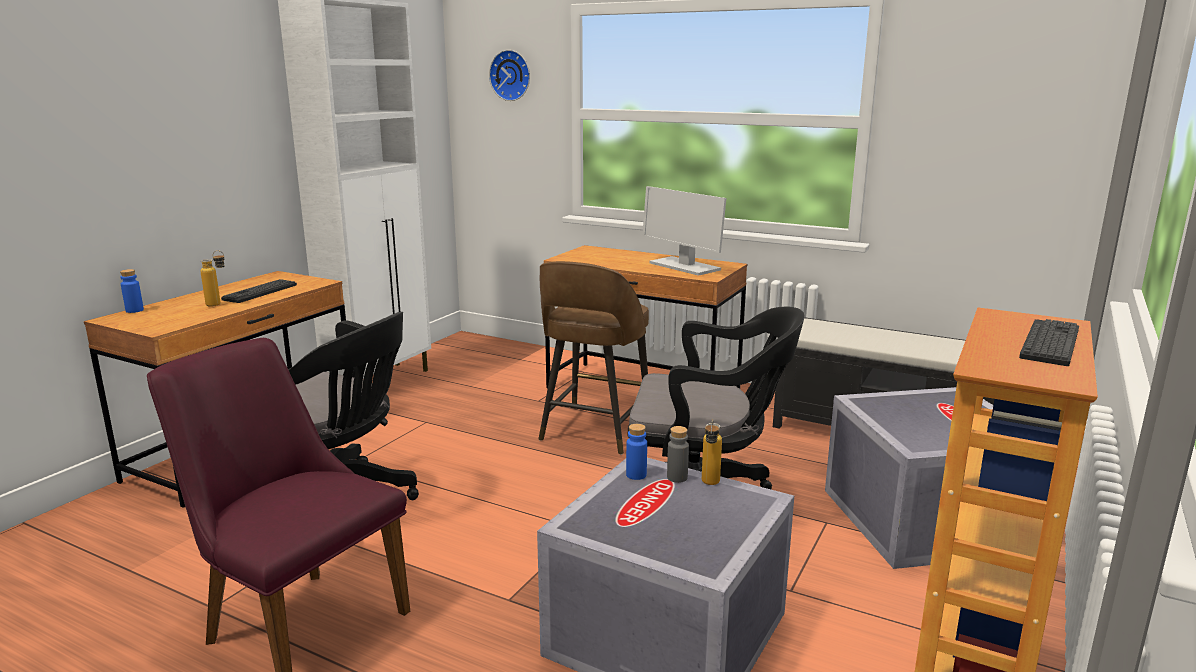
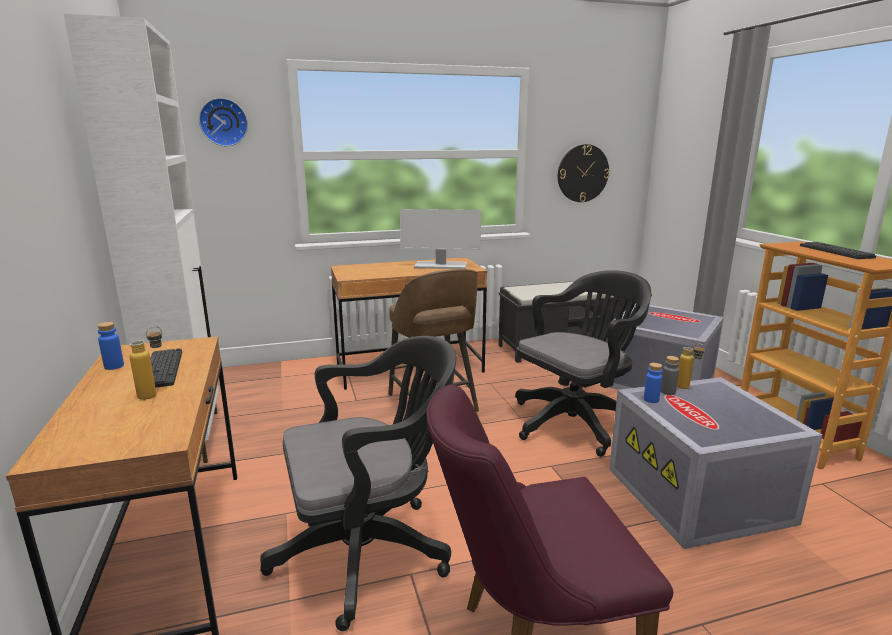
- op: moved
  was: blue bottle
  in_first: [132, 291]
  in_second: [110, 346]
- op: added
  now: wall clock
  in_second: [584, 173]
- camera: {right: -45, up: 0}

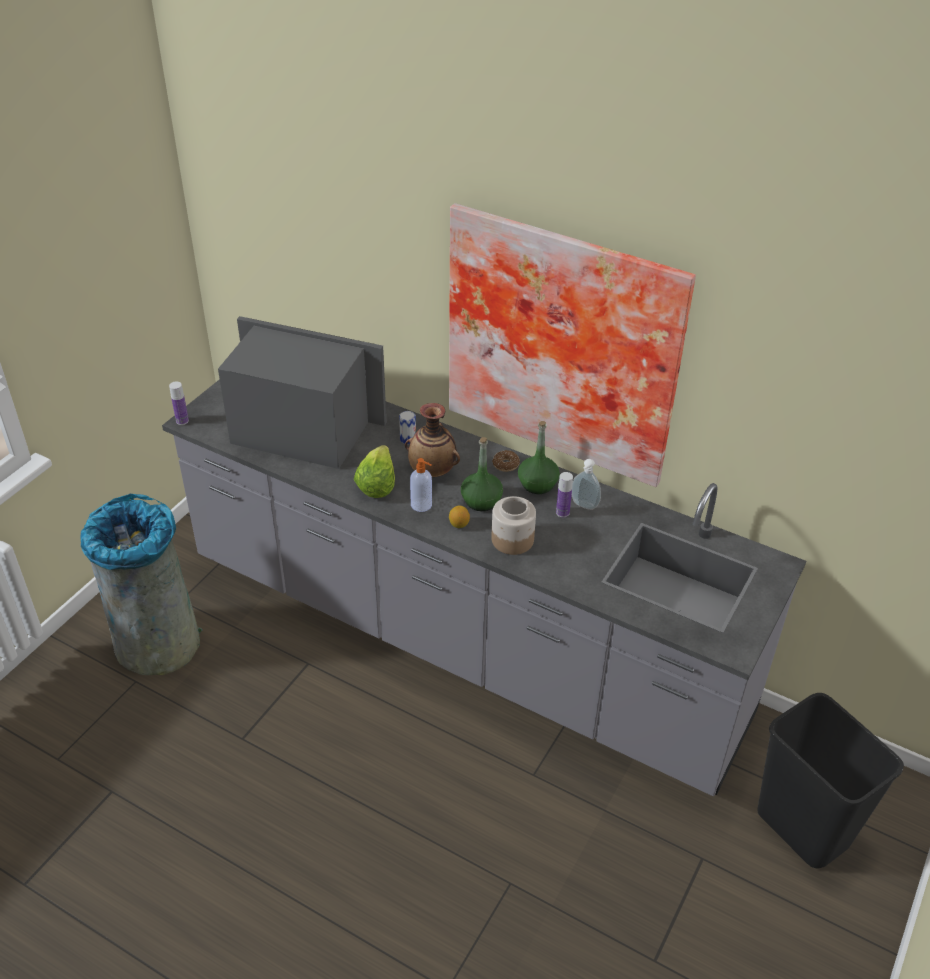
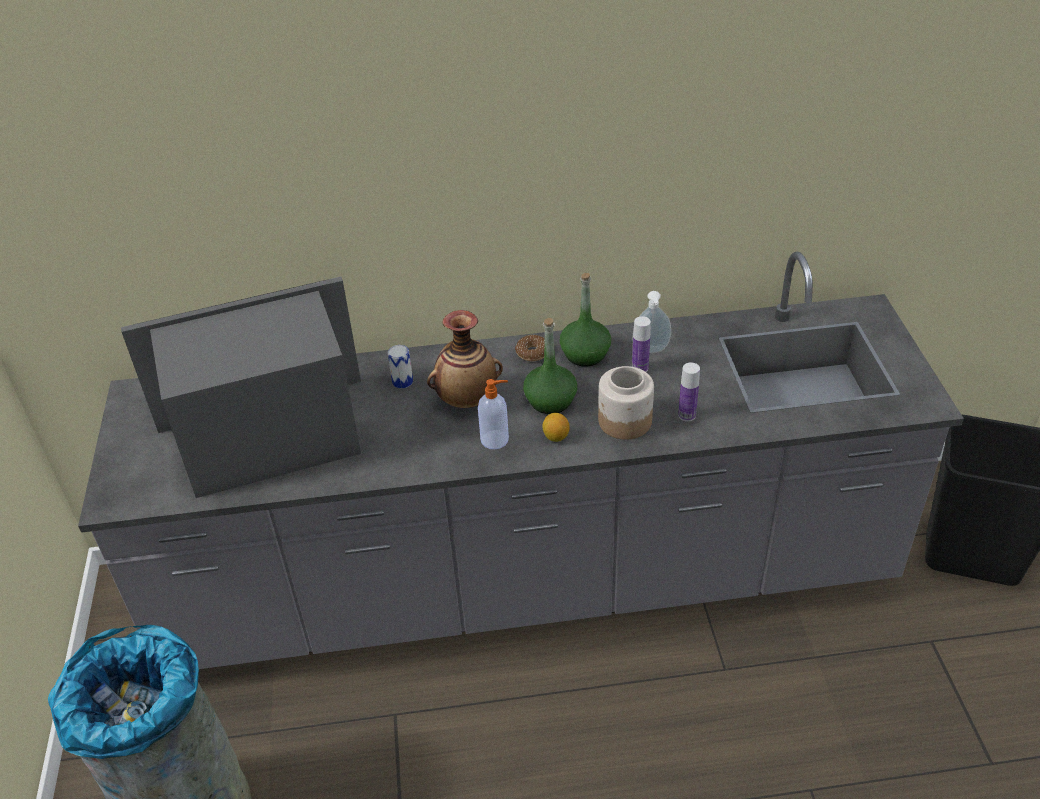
- op: removed
  was: picture
  in_first: [572, 345]
- op: moved
  was: bottle
  in_first: [179, 403]
  in_second: [689, 392]
- op: removed
  was: lettuce
  in_first: [374, 471]
- camera: {right: -35, up: 0}

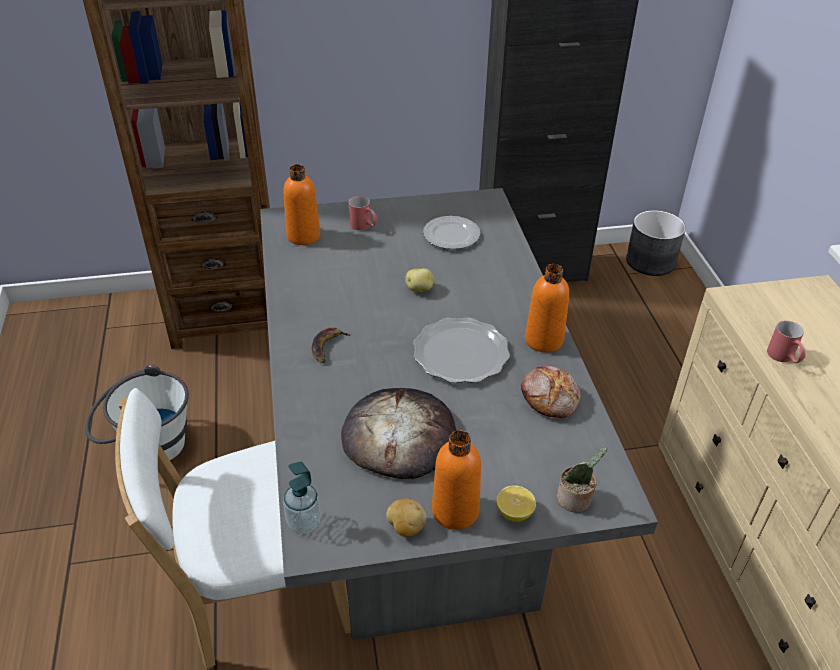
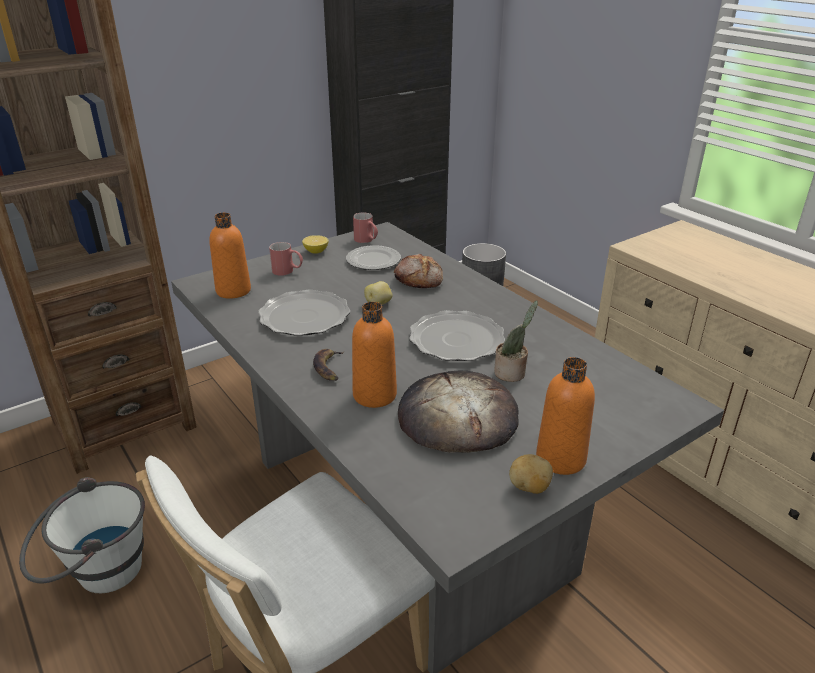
- op: moved
  was: orange bottle
  in_first: [547, 308]
  in_second: [374, 355]
- op: moved
  was: red mug
  in_first: [786, 342]
  in_second: [365, 227]
- op: moved
  was: bread
  in_first: [551, 392]
  in_second: [418, 271]
- op: moved
  was: potted plant
  in_first: [582, 479]
  in_second: [516, 341]
- op: removed
  was: soap dispenser
  in_first: [302, 498]
- op: moved
  was: lemon
  in_first: [516, 503]
  in_second: [315, 244]
- op: added
  now: plate
  in_second: [304, 312]
- camera: {right: -25, up: -10}

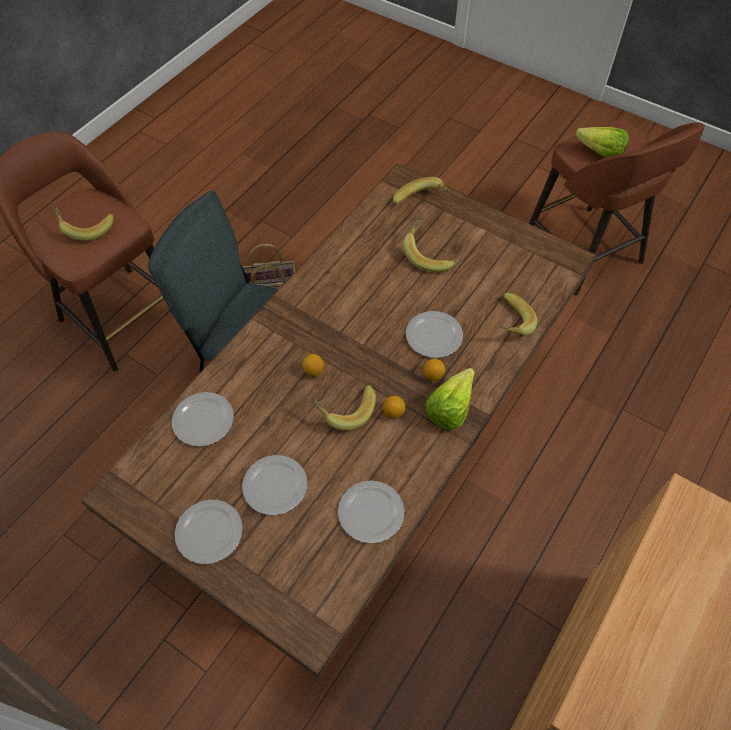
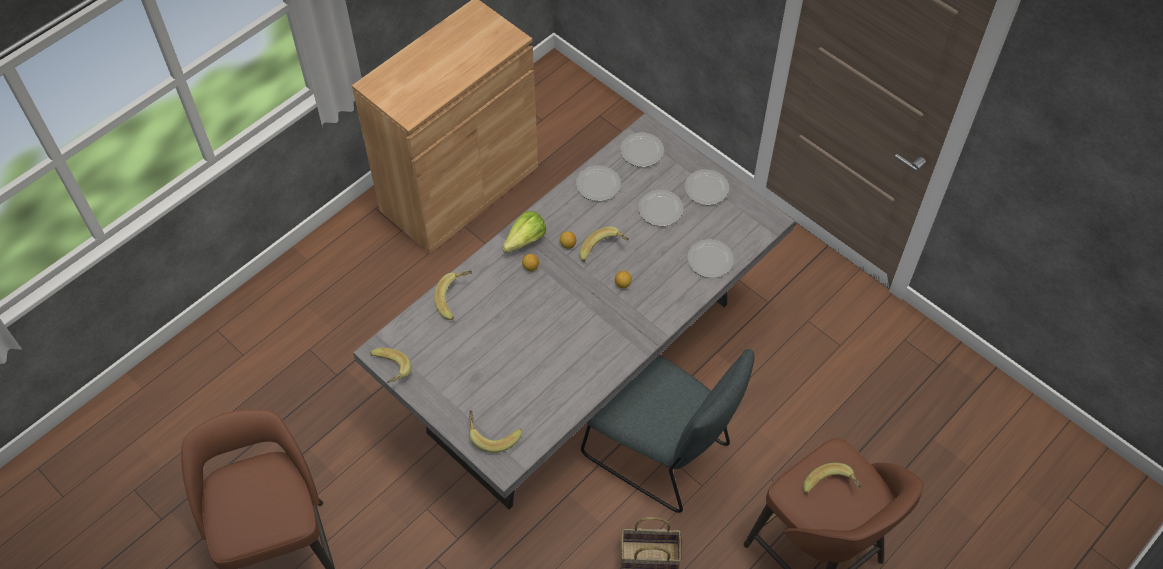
- op: removed
  was: lettuce
  in_first: [602, 142]
- op: recoloured
  was: brown dining table
  now: grey dining table
  in_first: [338, 421]
  in_second: [574, 311]
- op: moved
  was: banana
  in_first: [429, 244]
  in_second: [391, 365]
- op: moved
  was: plate
  in_first: [434, 334]
  in_second: [642, 150]
- camera: {right: -170, up: 0}

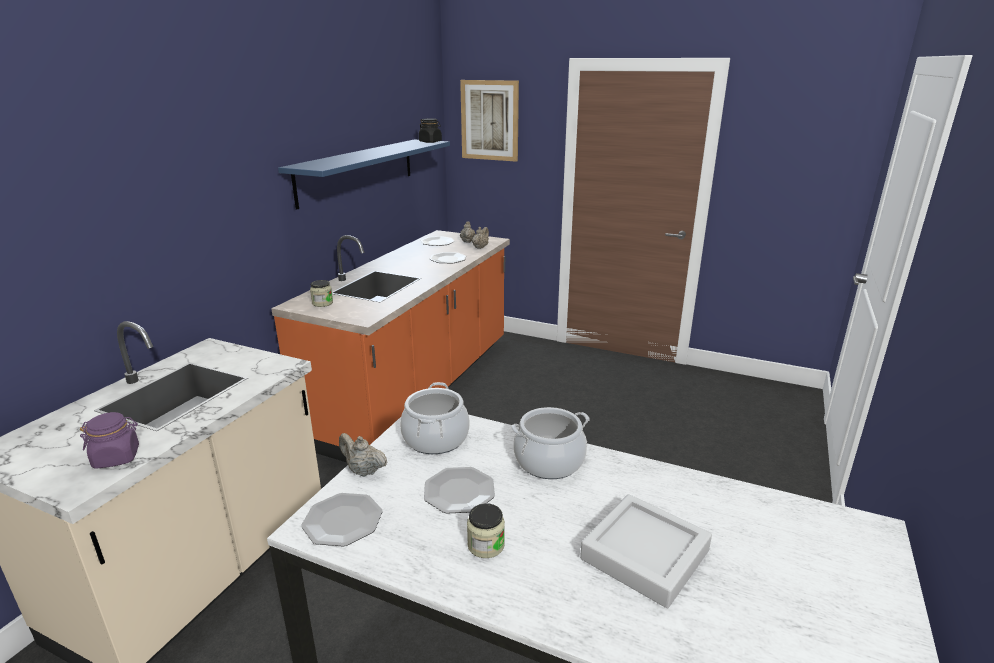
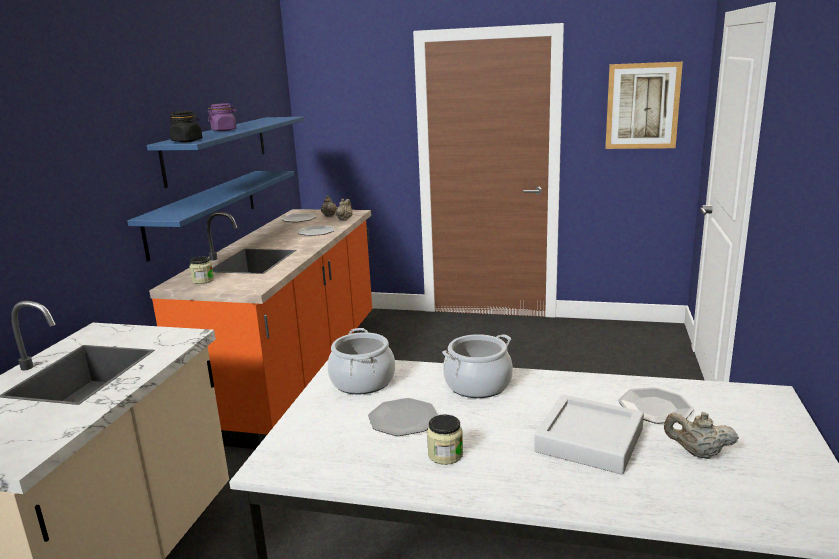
- op: moved
  was: picture
  in_first: [489, 121]
  in_second: [644, 105]
- op: moved
  was: black jar
  in_first: [430, 130]
  in_second: [186, 126]
- op: moved
  was: purple jar
  in_first: [109, 440]
  in_second: [222, 117]
- op: moved
  was: beige teapot
  in_first: [363, 455]
  in_second: [701, 435]
- op: moved
  was: plate
  in_first: [342, 519]
  in_second: [656, 405]
- op: added
  now: blue shelf
  in_second: [210, 216]
- camera: {right: -10, up: -5}

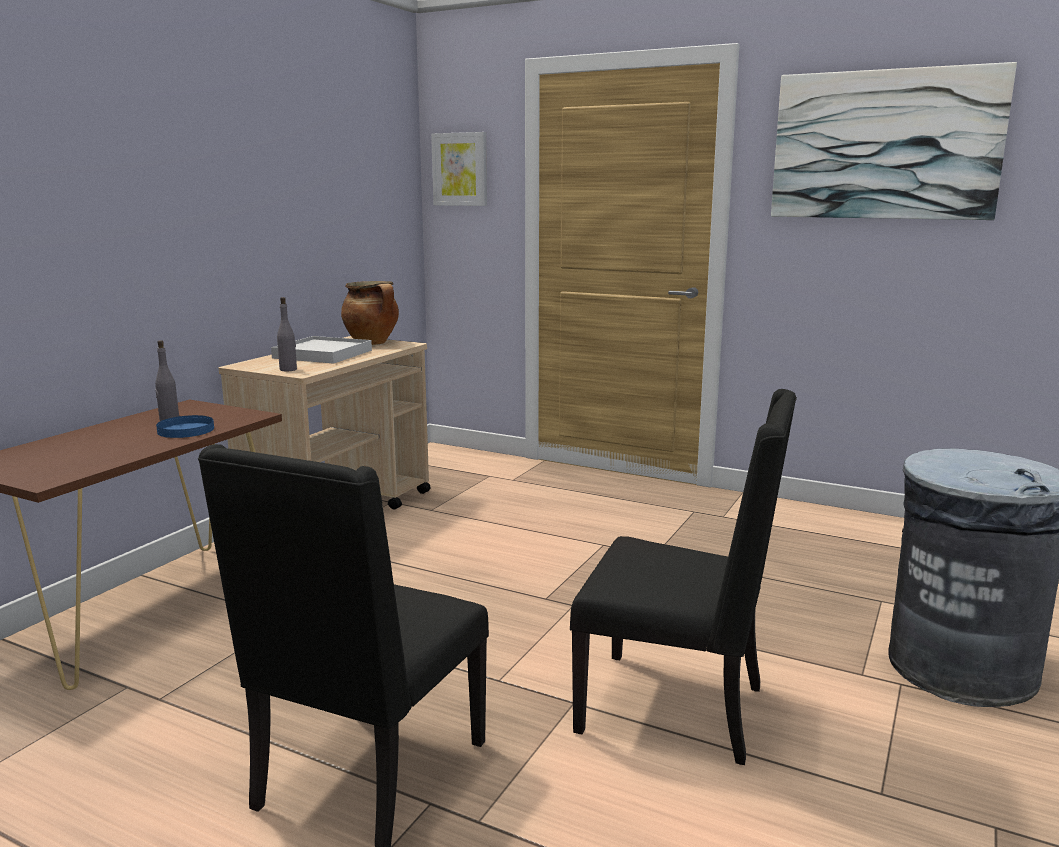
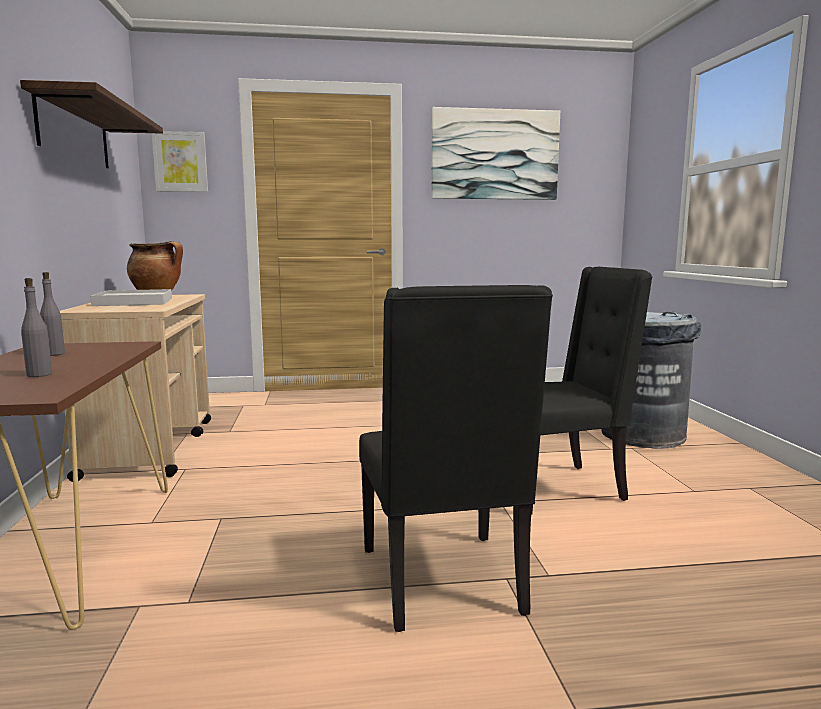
- op: moved
  was: grey bottle
  in_first: [287, 334]
  in_second: [36, 327]
- op: removed
  was: blue plate
  in_first: [185, 426]
- op: added
  now: shelf
  in_second: [91, 124]
- camera: {right: -35, up: -5}

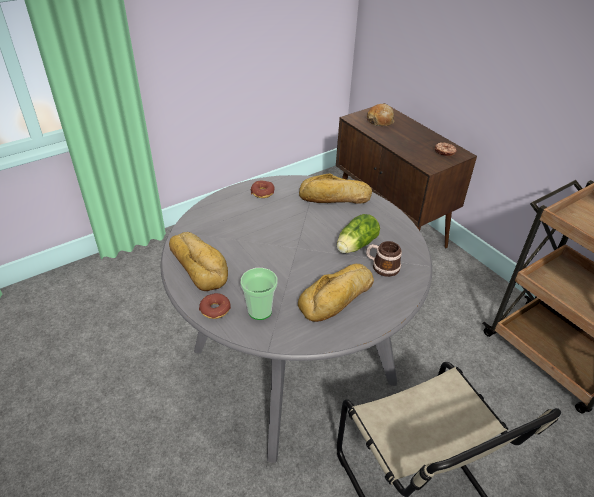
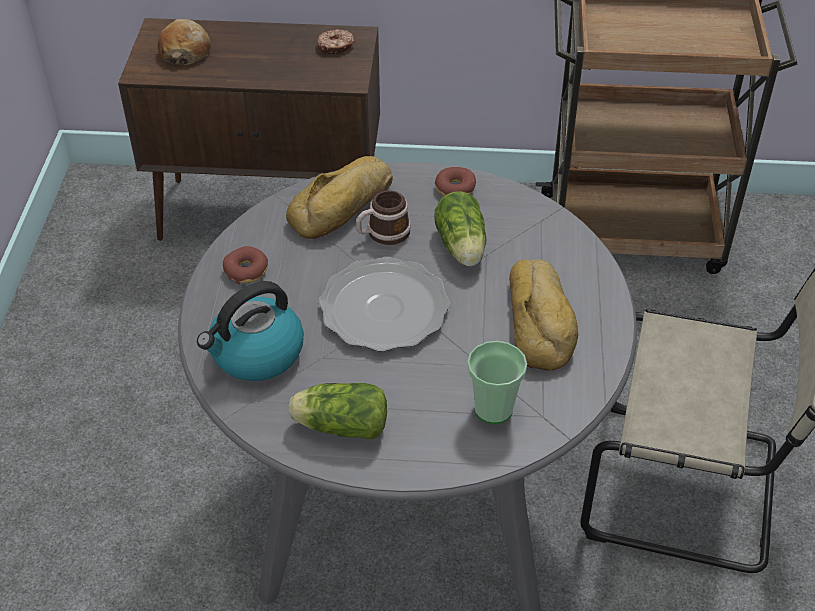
- op: replaced
  was: bread
  now: lettuce
  in_first: [198, 261]
  in_second: [337, 411]
- op: moved
  was: mug
  in_first: [384, 259]
  in_second: [383, 217]
- op: moved
  was: donut
  in_first: [215, 306]
  in_second: [455, 181]
- op: added
  now: plate
  in_second: [384, 304]
- op: added
  now: kettle
  in_second: [250, 331]
- camera: {right: -50, up: 5}

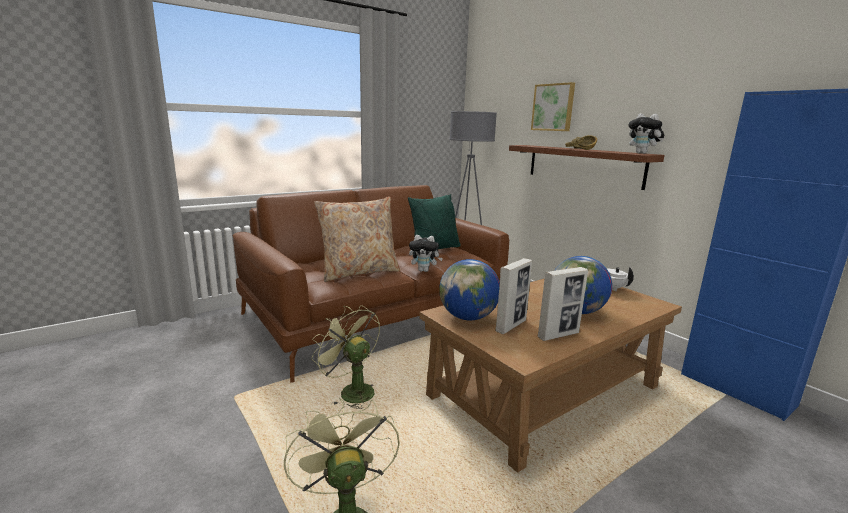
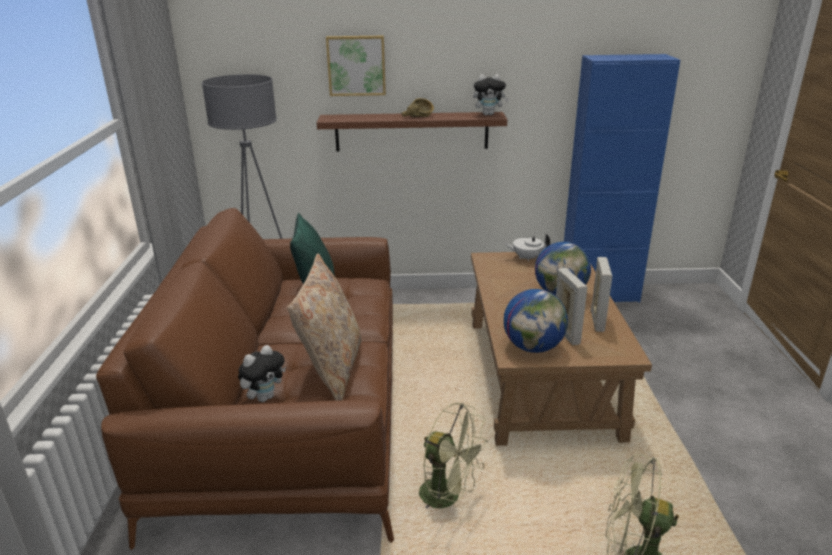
- op: moved
  was: plush toy
  in_first: [426, 253]
  in_second: [262, 373]
- op: turned
  was: green fan
  in_first: [345, 357]
  in_second: [453, 455]
  clockwise: -135
- camera: {right: -55, up: 10}

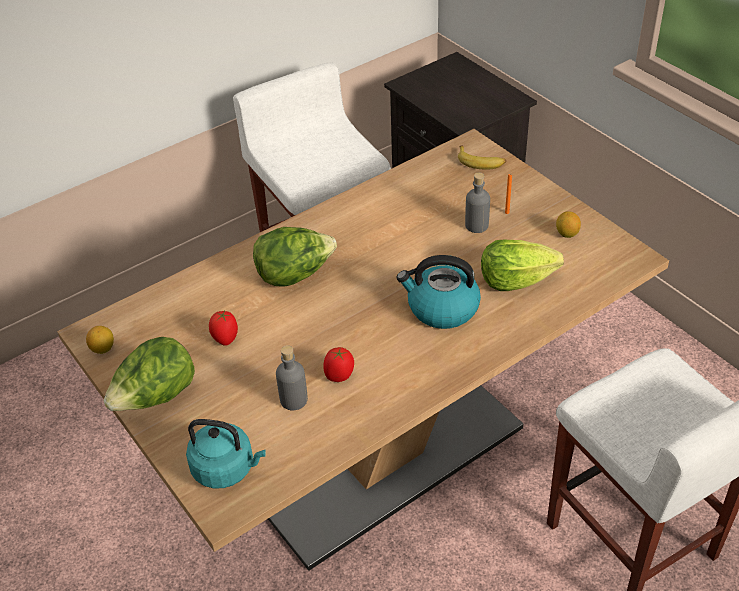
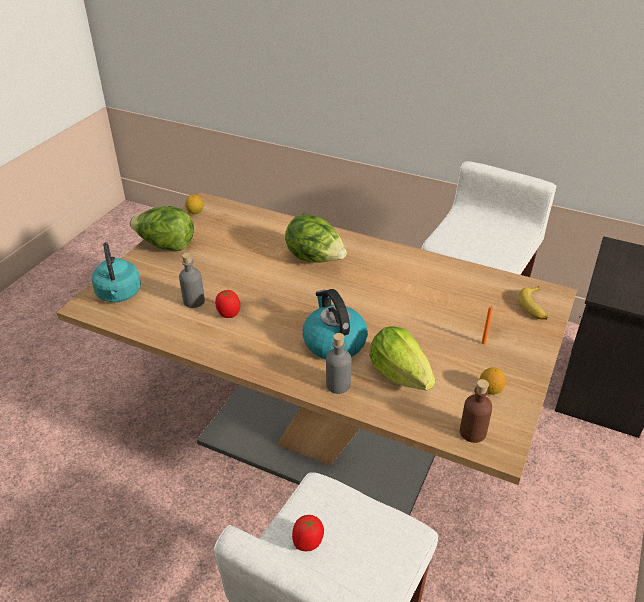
- op: moved
  was: grey bottle
  in_first: [477, 202]
  in_second: [338, 363]
- op: moved
  was: tomato
  in_first: [223, 328]
  in_second: [308, 533]
- op: added
  now: brown bottle
  in_second: [476, 411]
- camera: {right: 60, up: -5}

